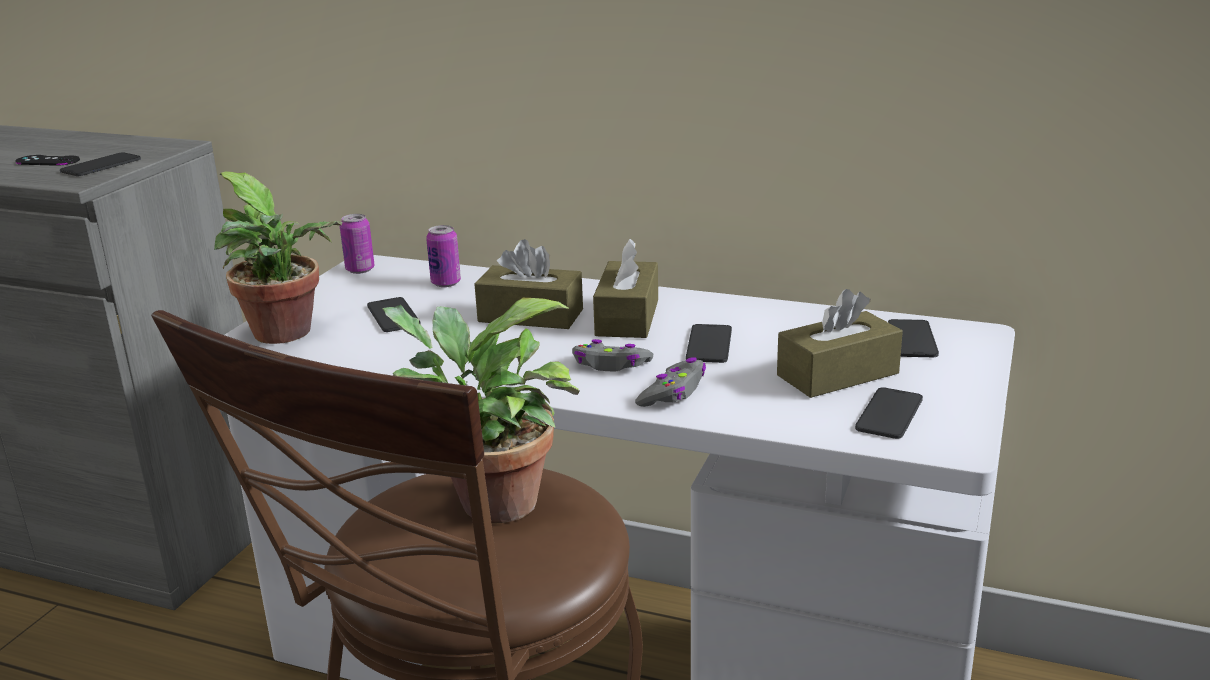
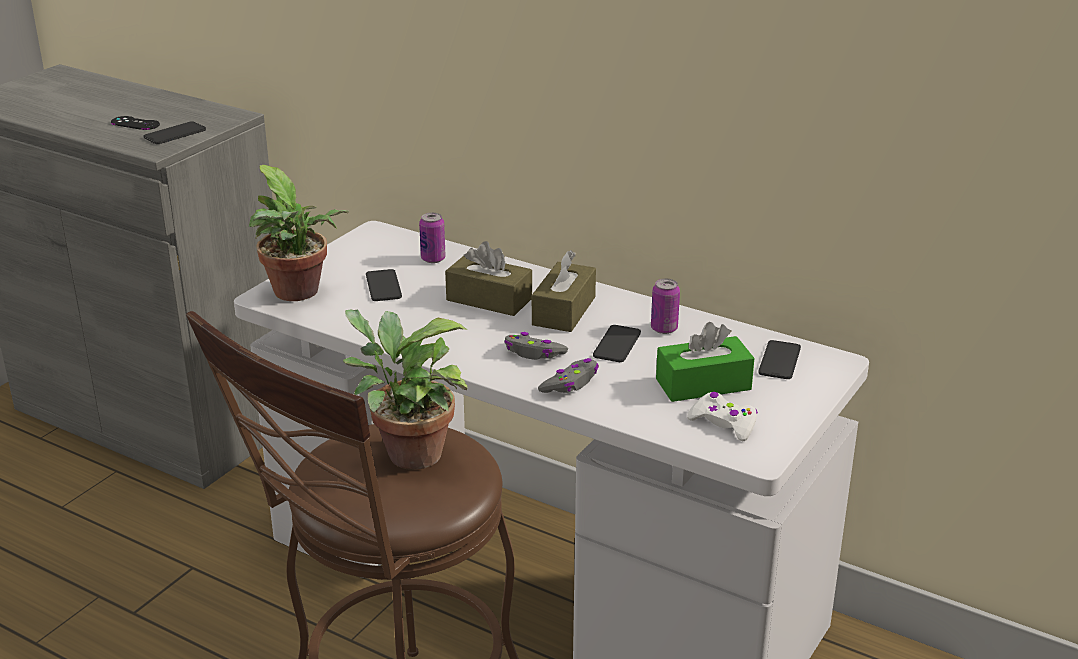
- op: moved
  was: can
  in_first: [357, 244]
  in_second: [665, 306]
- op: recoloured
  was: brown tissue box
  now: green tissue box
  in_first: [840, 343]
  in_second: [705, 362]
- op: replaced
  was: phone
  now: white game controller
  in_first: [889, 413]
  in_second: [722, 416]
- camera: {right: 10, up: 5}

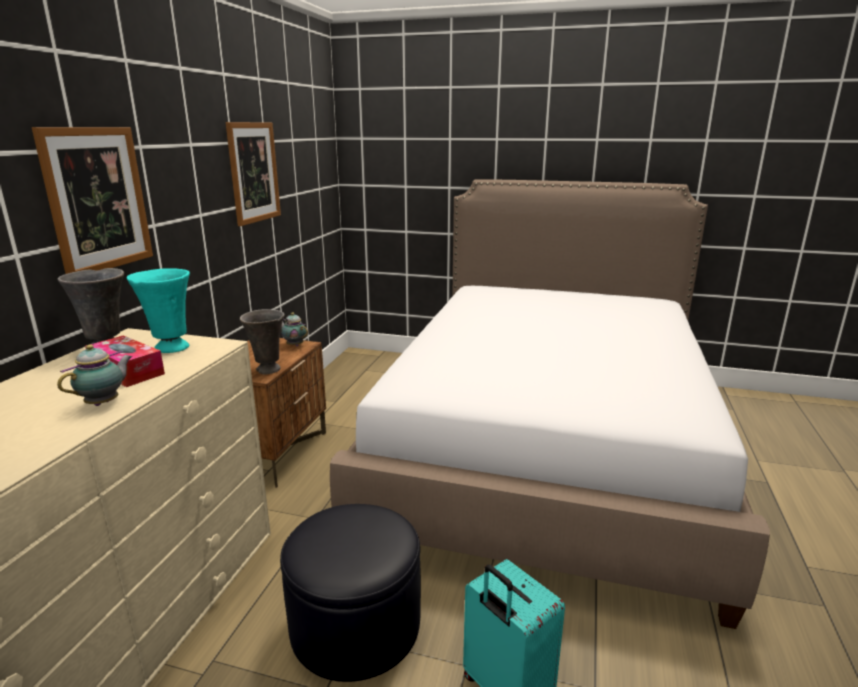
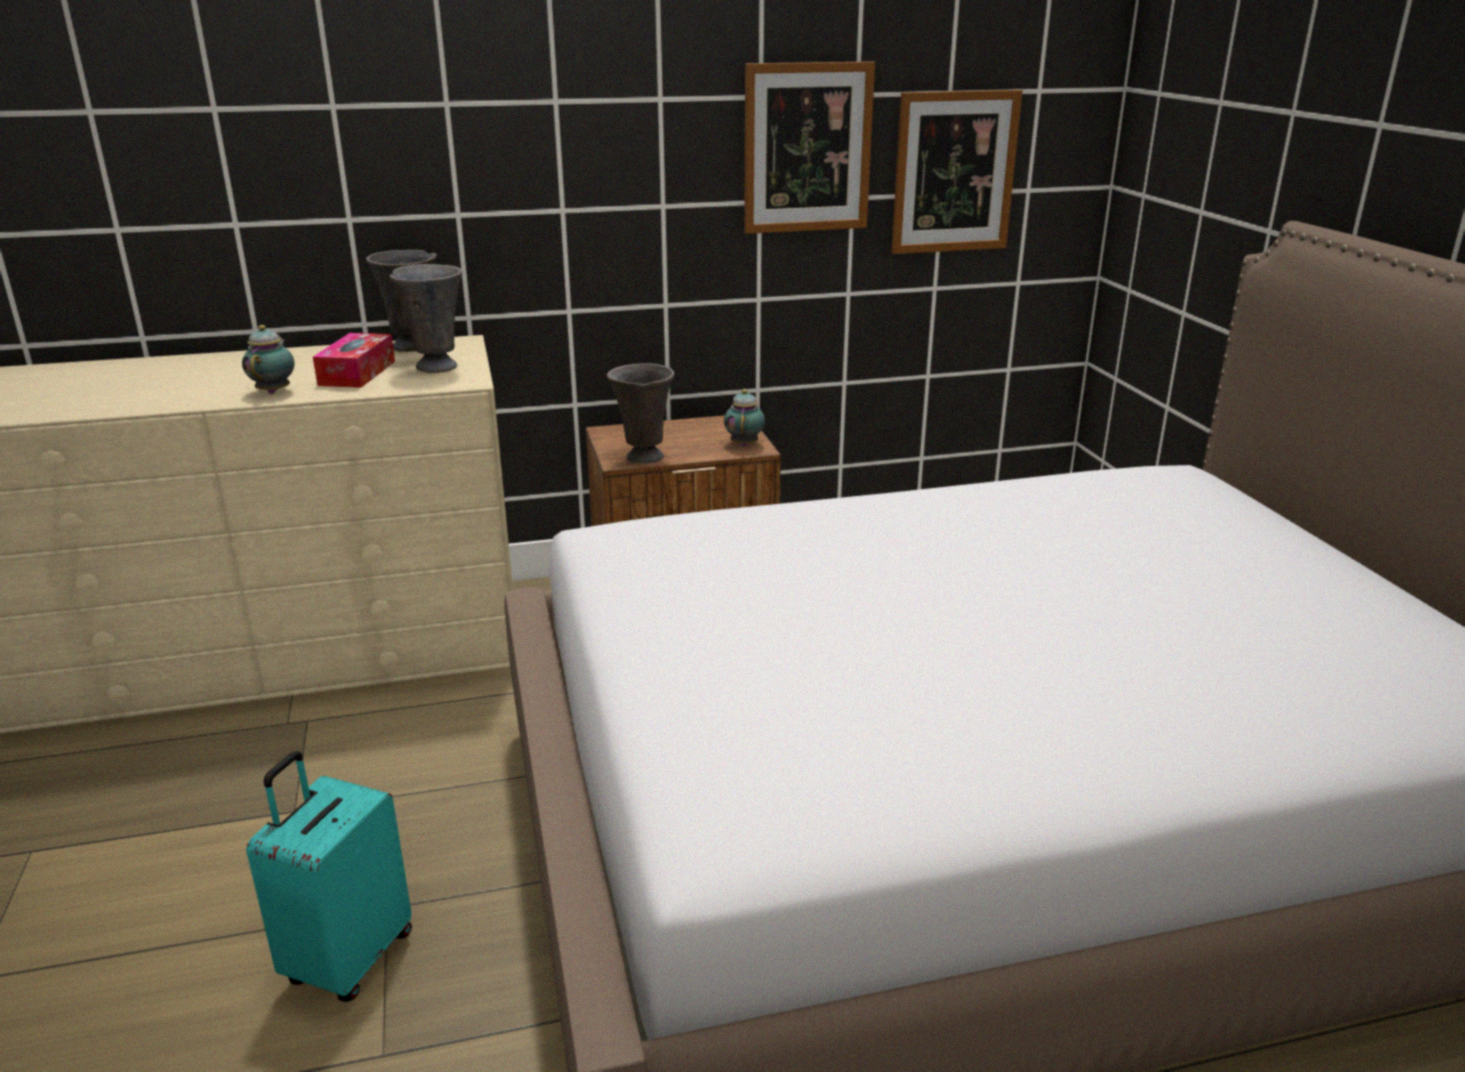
- op: moved
  was: picture
  in_first: [92, 200]
  in_second: [957, 172]
- op: recoloured
  was: turquoise vase
  now: grey vase
  in_first: [158, 310]
  in_second: [425, 318]
- op: turned
  was: teapot
  in_first: [95, 375]
  in_second: [268, 359]
  clockwise: -90
- op: removed
  was: black ottoman
  in_first: [350, 593]
- camera: {right: 60, up: 5}

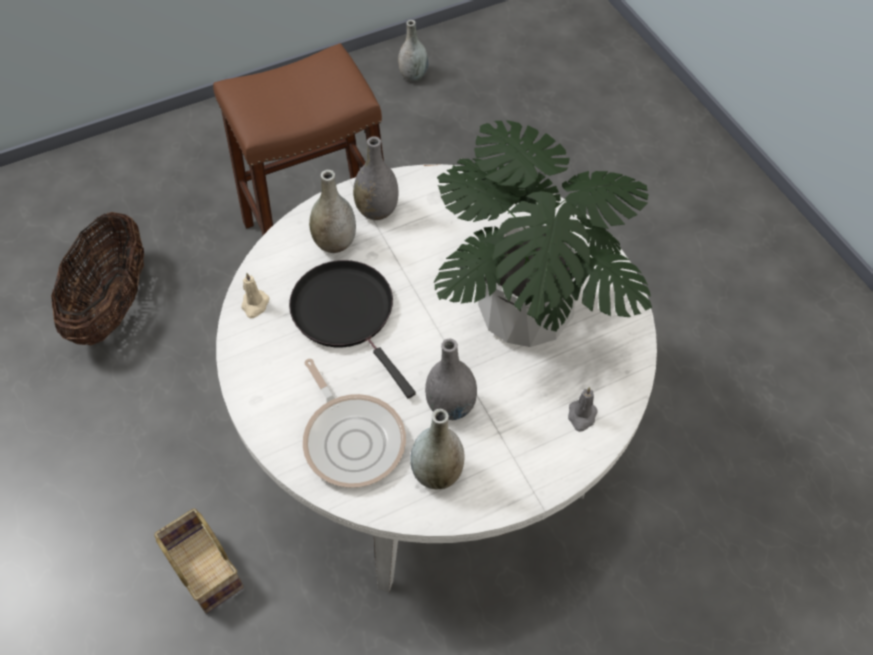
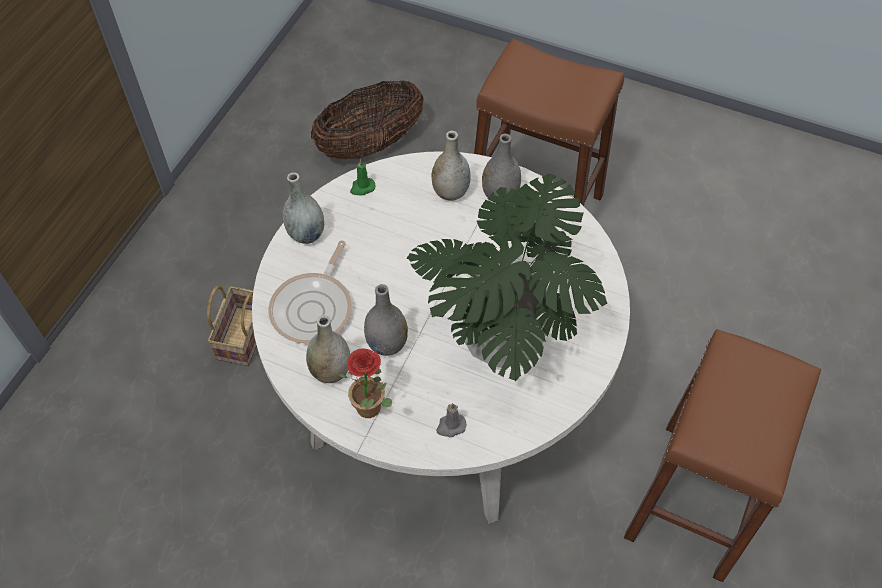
- op: moved
  was: grey vase
  in_first: [413, 50]
  in_second: [303, 208]
- op: removed
  was: black frying pan
  in_first: [352, 329]
- op: recoloured
  was: beige candle
  now: green candle
  in_first: [256, 295]
  in_second: [363, 177]
- op: added
  now: brown stool
  in_second: [722, 455]
- op: added
  now: potted plant
  in_second: [365, 383]
- camera: {right: 50, up: 0}

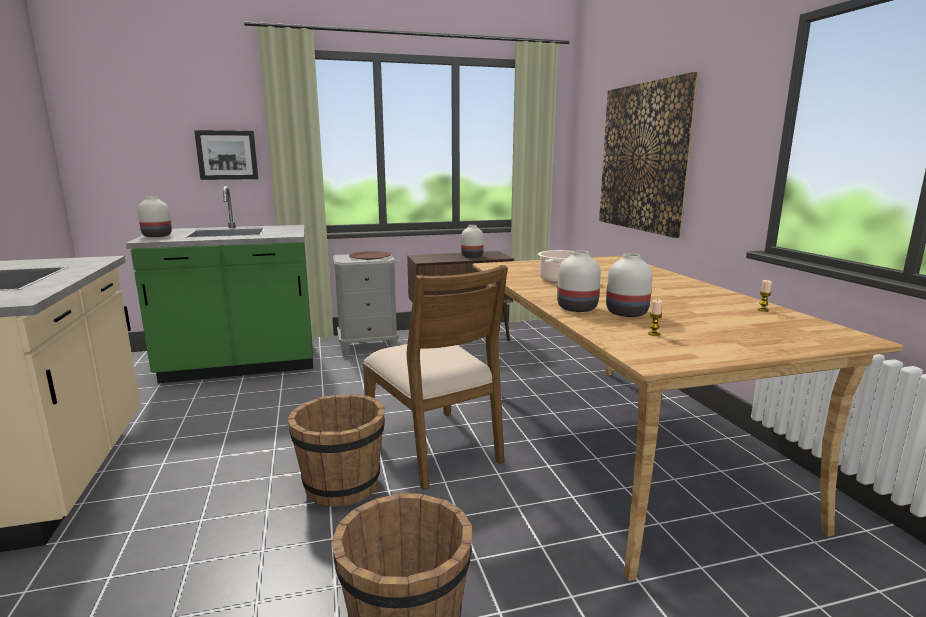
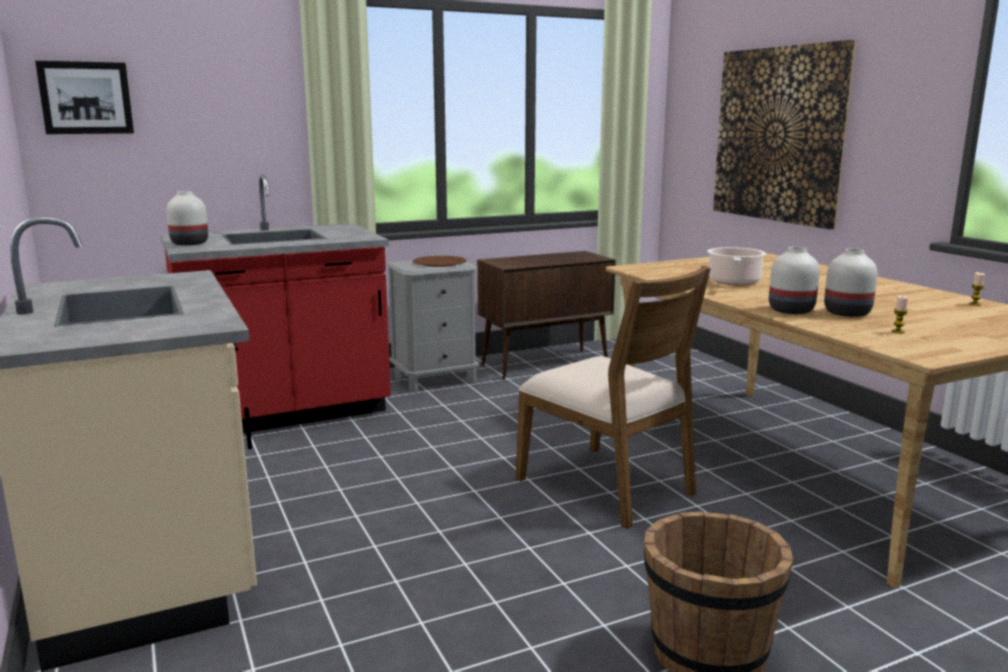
- op: moved
  was: picture
  in_first: [226, 155]
  in_second: [84, 97]
- op: recoloured
  was: green counter
  now: red counter
  in_first: [219, 284]
  in_second: [276, 304]
- op: removed
  was: white vase
  in_first: [472, 241]
- op: removed
  was: brown bucket
  in_first: [336, 450]
- camera: {right: -10, up: 0}

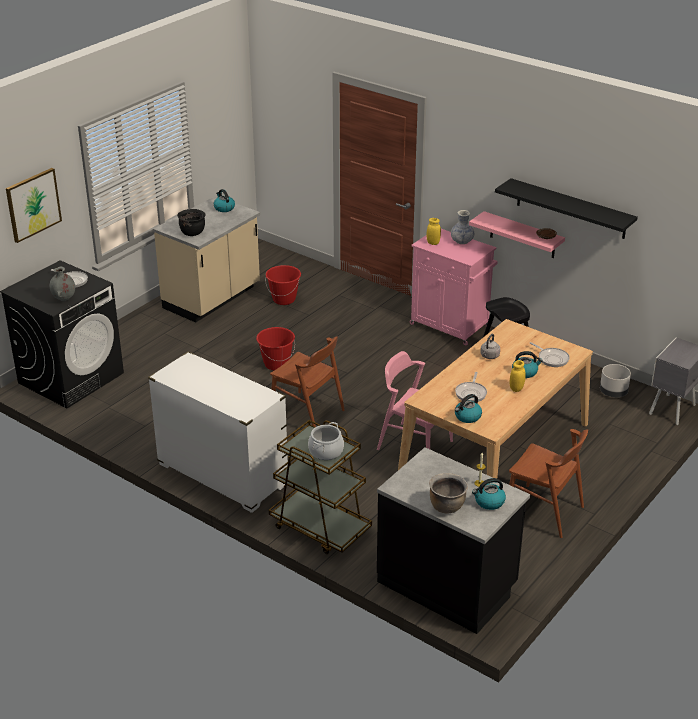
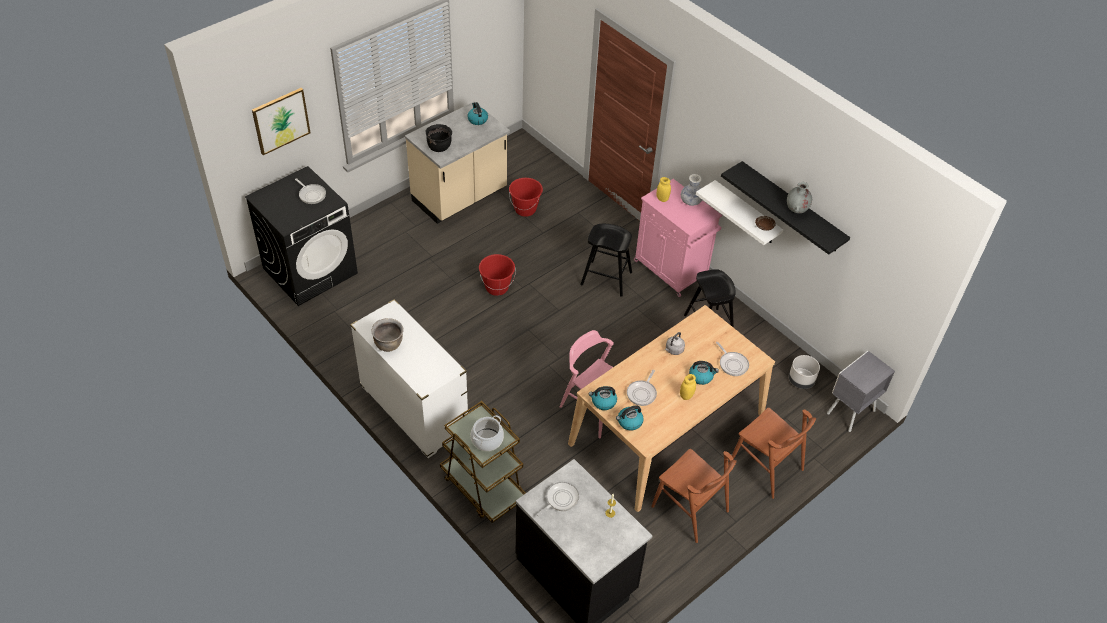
- op: recoloured
  was: pink shelf
  now: white shelf
  in_first: [517, 234]
  in_second: [739, 212]
- op: moved
  was: grey vase
  in_first: [62, 284]
  in_second: [799, 197]
- op: moved
  was: brown chair
  in_first: [307, 382]
  in_second: [772, 453]
- op: moved
  was: brown cooking pot
  in_first: [448, 493]
  in_second: [387, 335]
- op: moved
  was: kettle
  in_first: [489, 494]
  in_second: [603, 398]
- op: added
  now: black stool
  in_second: [606, 260]
- op: added
  now: frying pan
  in_second: [558, 499]
- camera: {right: 10, up: 15}

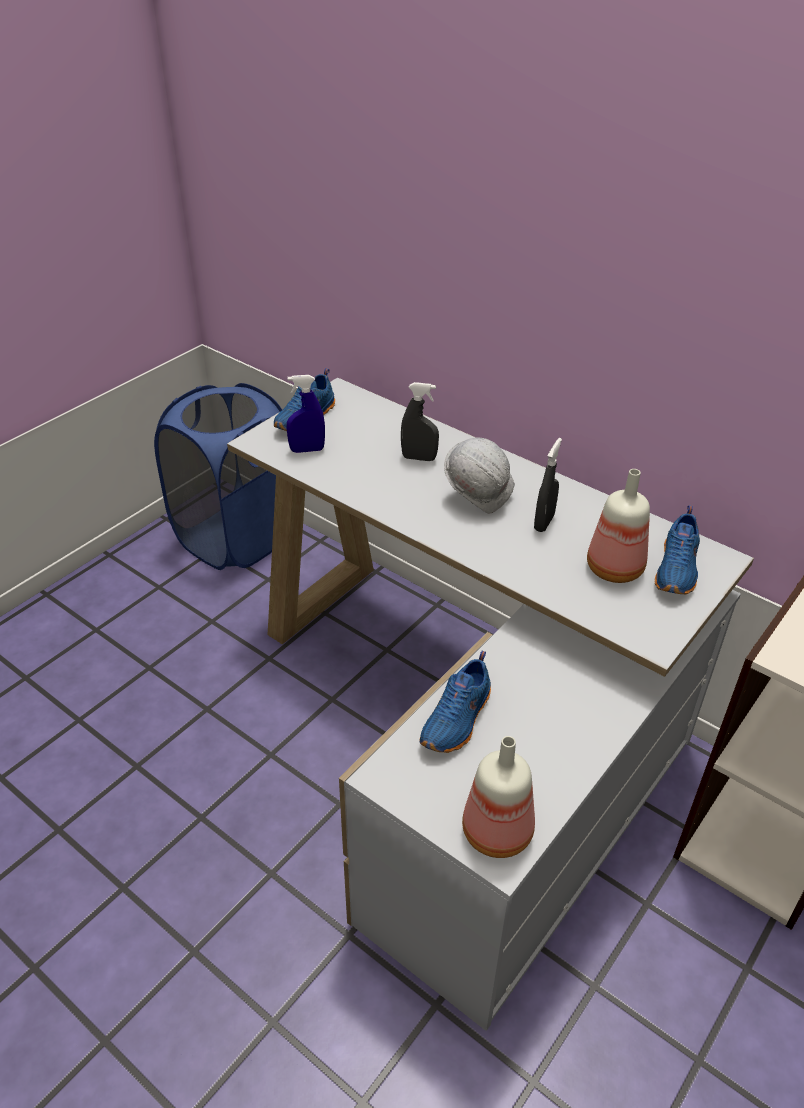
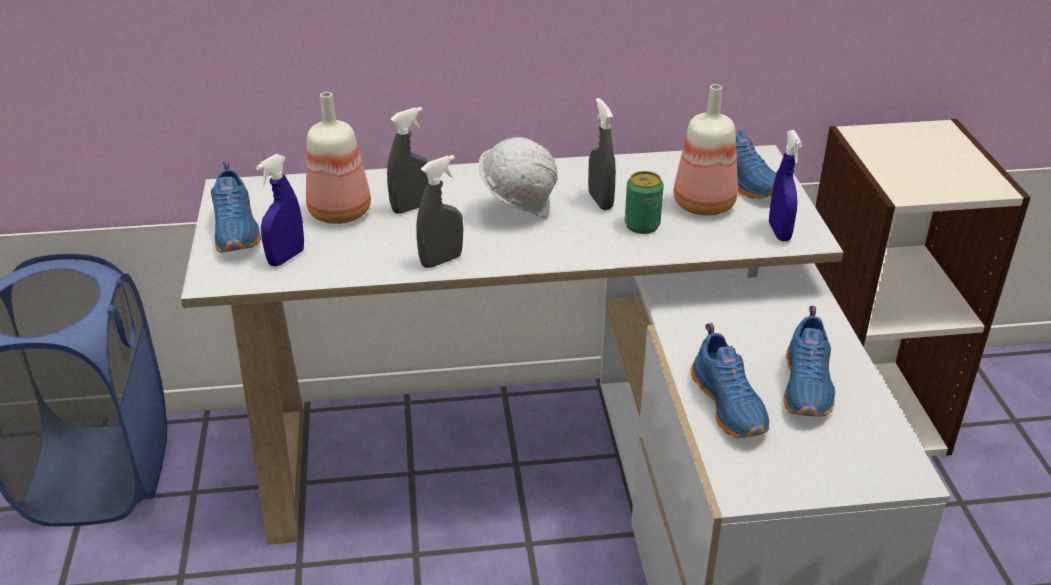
- op: moved
  was: bottle
  in_first: [498, 797]
  in_second: [338, 158]
- op: added
  now: blue spray bottle
  in_second: [785, 185]
- op: added
  now: grey spray bottle
  in_second: [439, 211]
- op: added
  now: can
  in_second: [644, 202]
- op: added
  now: blue shoe
  in_second: [809, 361]
- camera: {right: -45, up: -5}

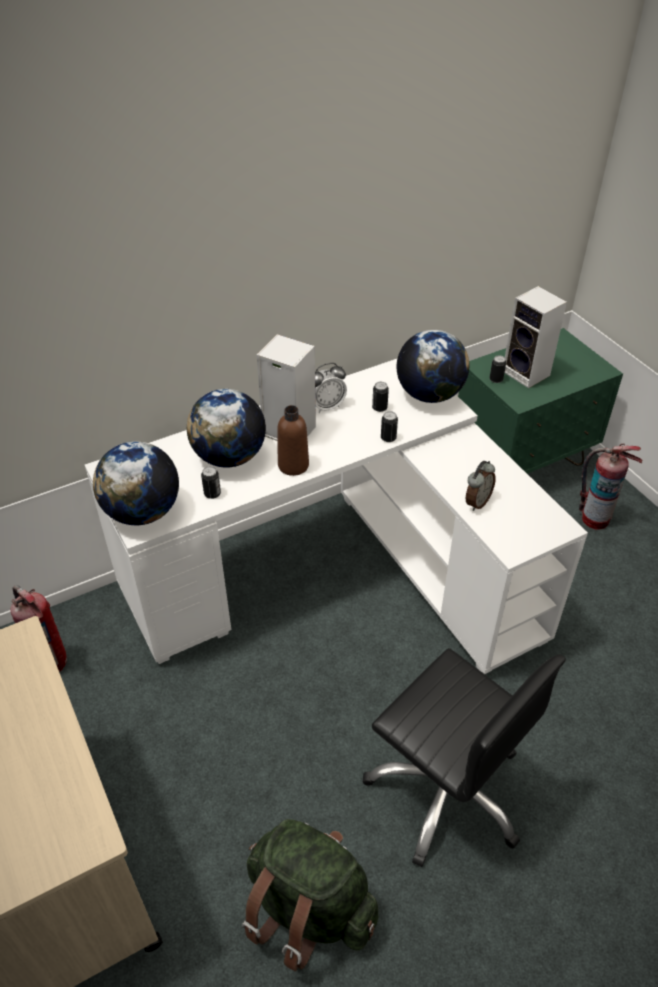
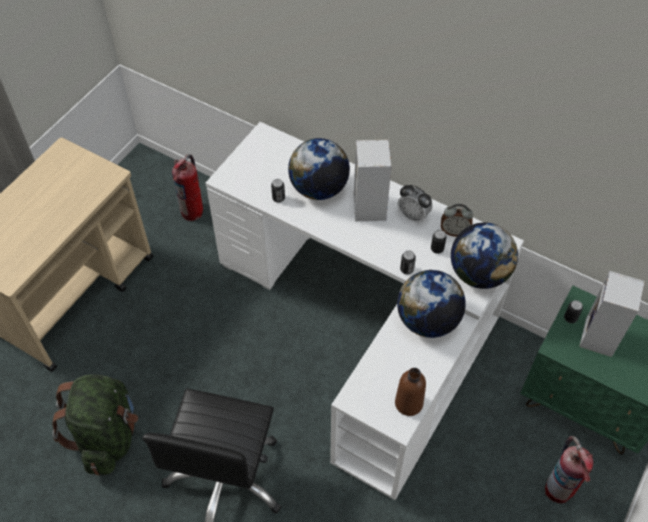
- op: moved
  was: brown bottle
  in_first: [293, 440]
  in_second: [410, 392]
- op: moved
  was: globe
  in_first: [136, 483]
  in_second: [431, 304]
- op: moved
  was: alarm clock
  in_first: [481, 486]
  in_second: [457, 220]
- camera: {right: 60, up: 10}

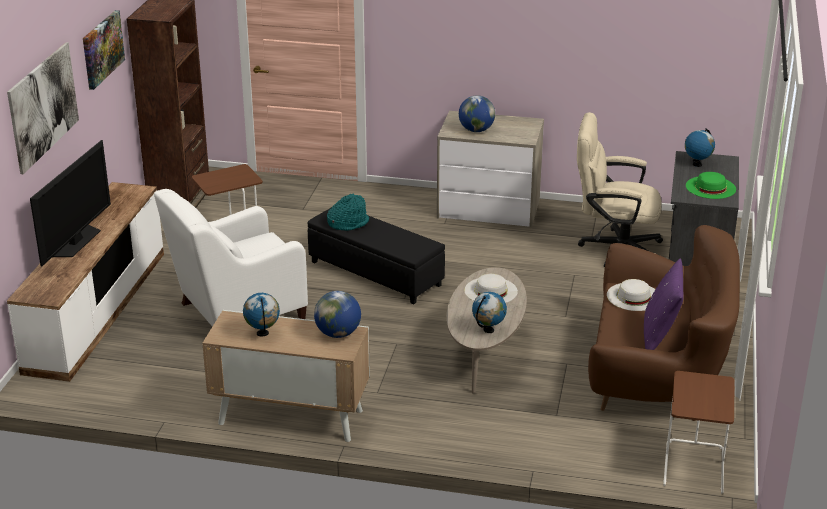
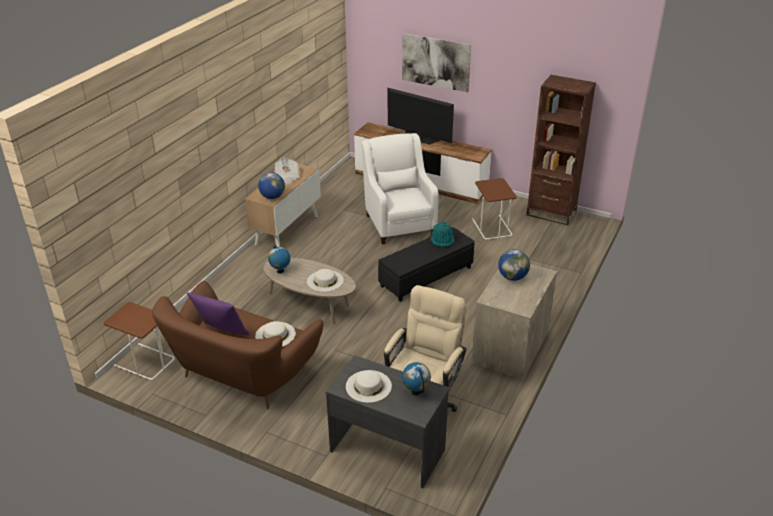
- op: removed
  was: picture
  in_first: [104, 50]
- op: recoloured
  was: green hat
  now: white hat
  in_first: [711, 185]
  in_second: [369, 386]
- op: replaced
  was: globe
  now: newspaper
  in_first: [261, 315]
  in_second: [287, 171]
- camera: {right: 105, up: 5}

